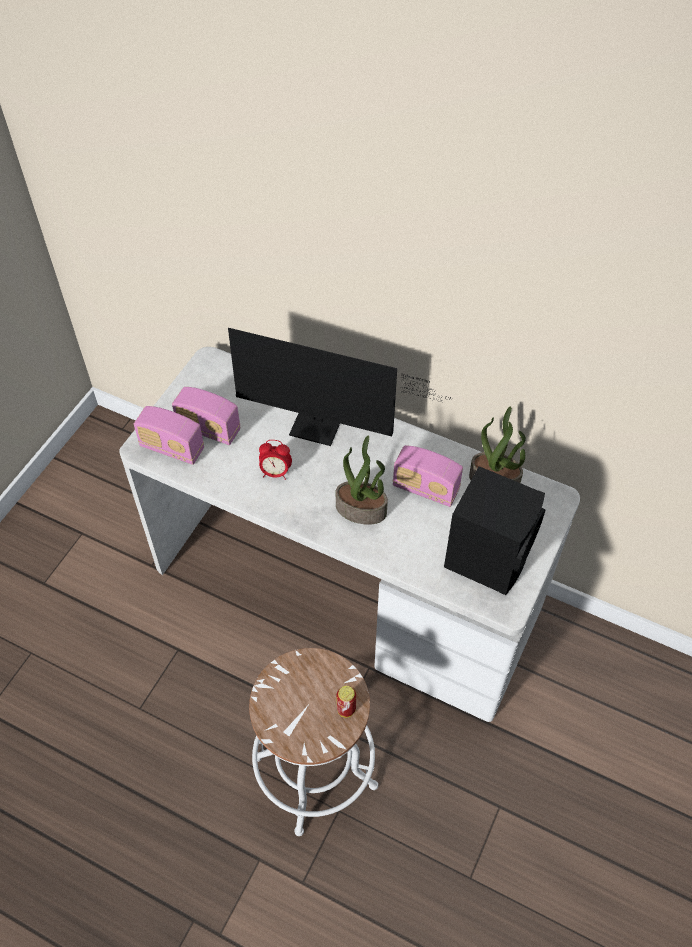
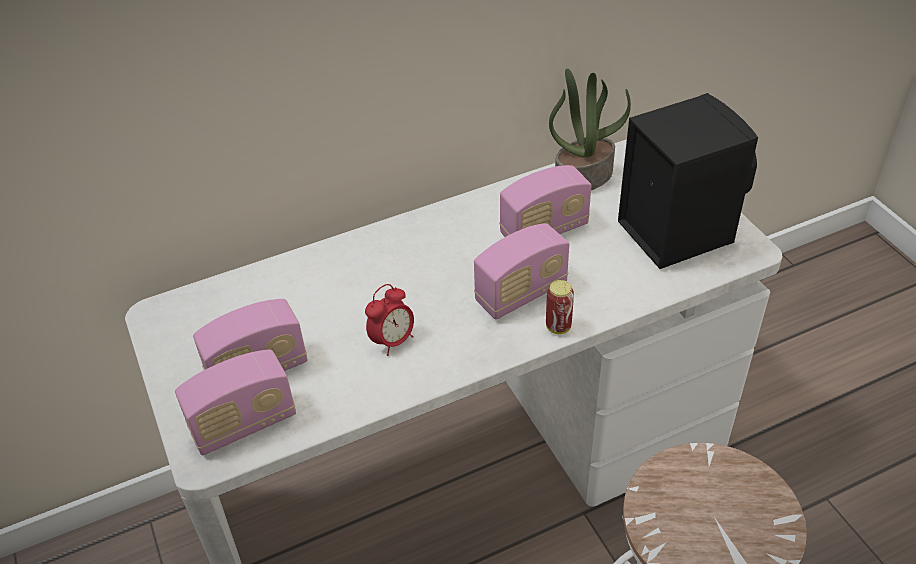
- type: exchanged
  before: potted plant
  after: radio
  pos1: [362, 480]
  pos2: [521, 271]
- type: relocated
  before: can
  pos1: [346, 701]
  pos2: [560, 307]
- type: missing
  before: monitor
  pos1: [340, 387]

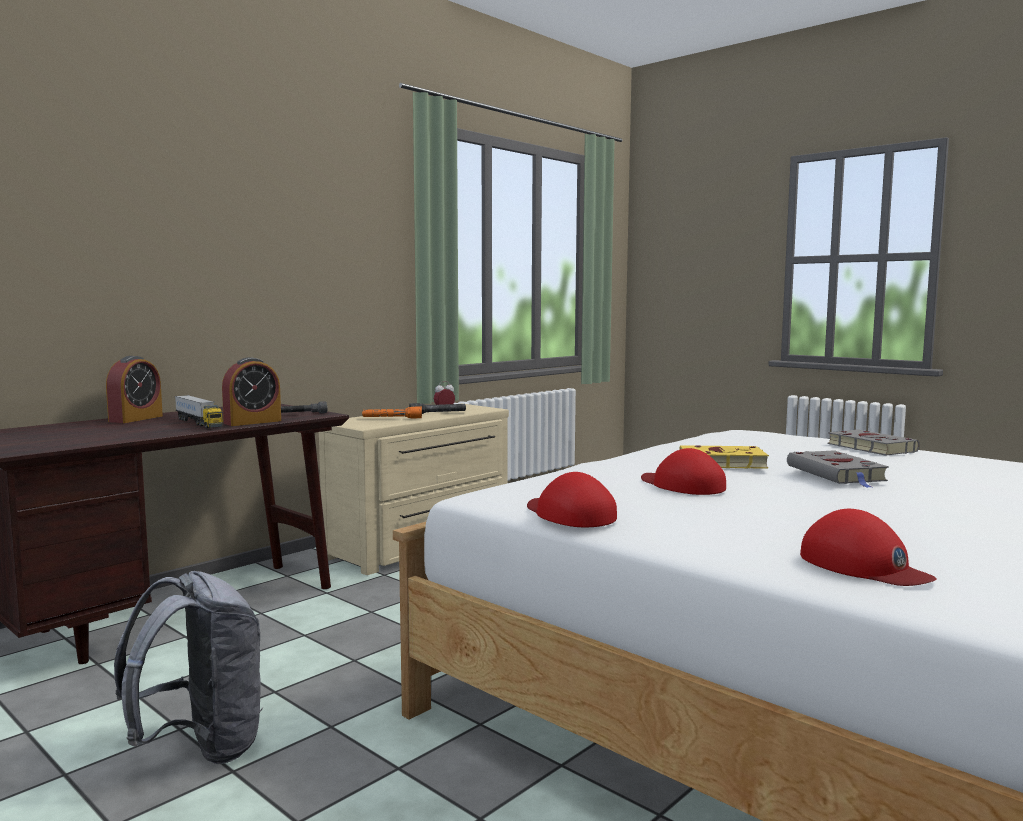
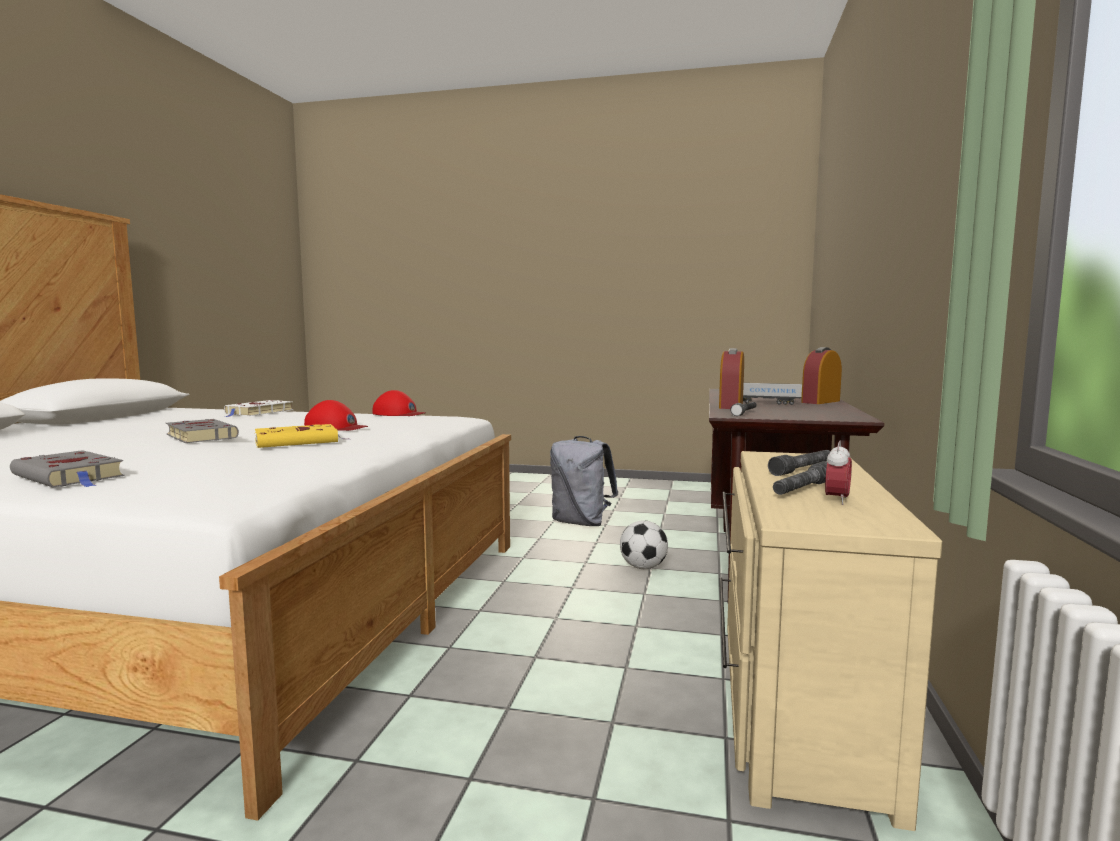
- type: exchanged
  before: red cap
  after: white book
  pos1: [868, 547]
  pos2: [258, 408]
- type: appeared
  after: football
  pos2: [644, 545]
- type: colour
  before: orange flashlight
  after: grey flashlight
  pos1: [392, 412]
  pos2: [799, 463]
- type: spun
  before: alarm clock
  pos1: [134, 389]
  pos2: [821, 375]
  turn: 60

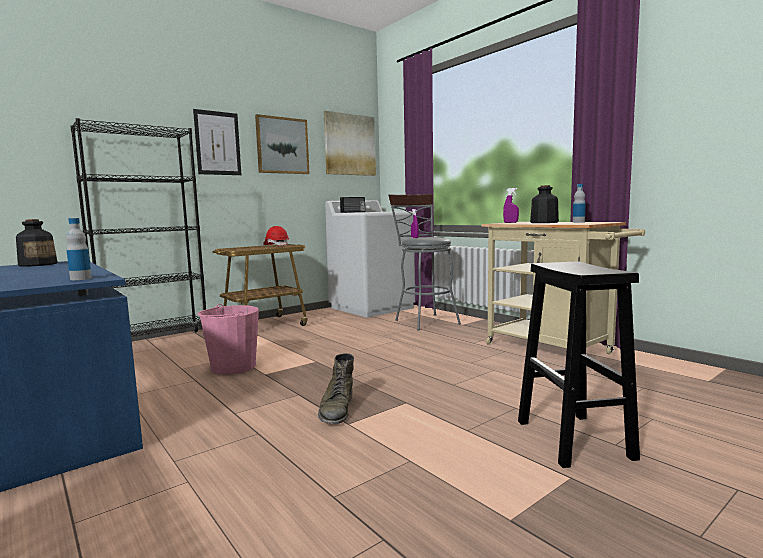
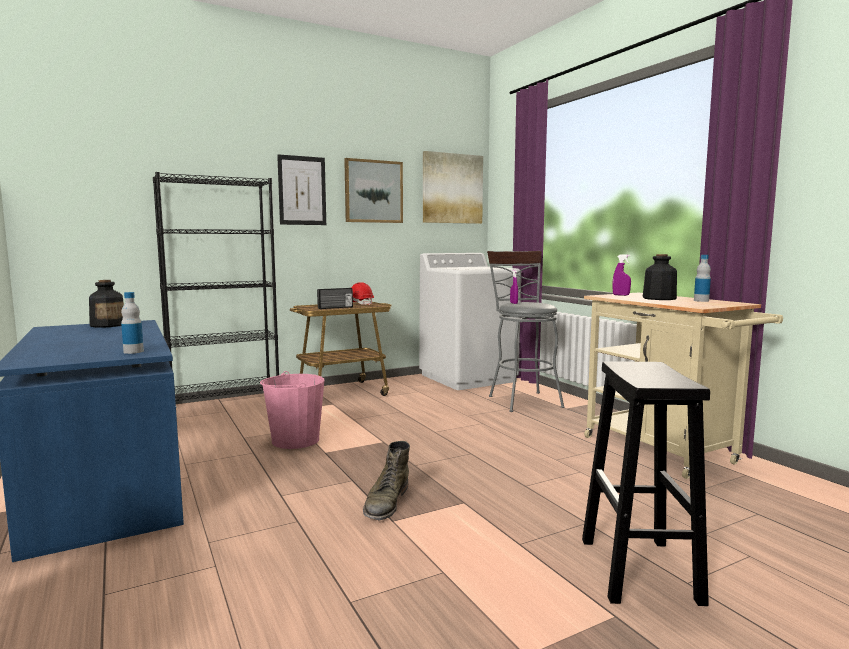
- type: relocated
  before: radio
  pos1: [352, 205]
  pos2: [335, 298]

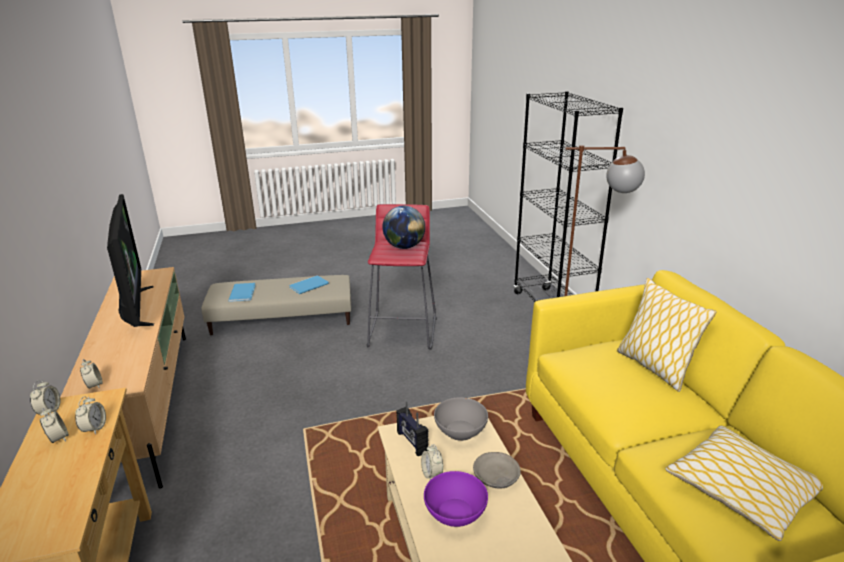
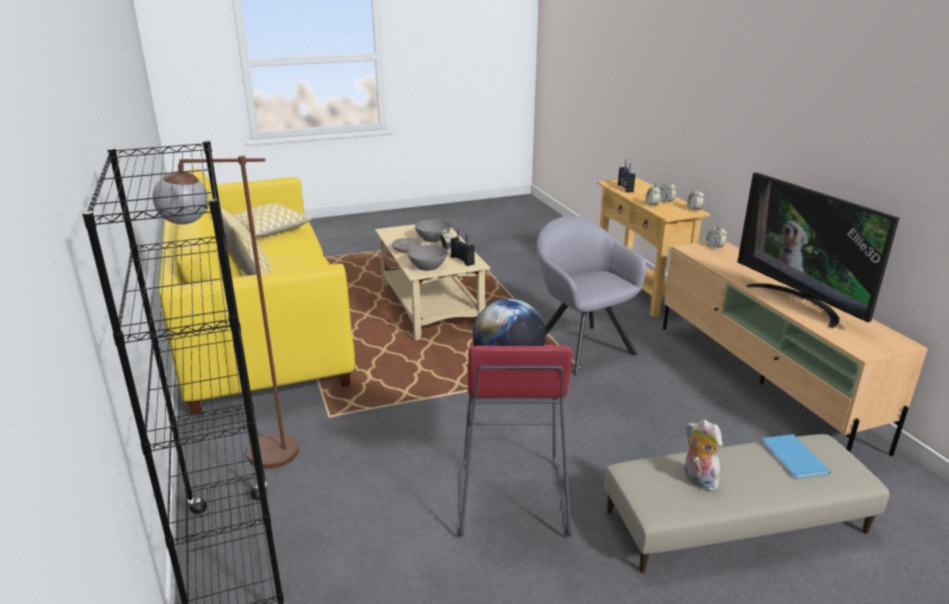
- type: colour
  before: purple bowl
  after: grey bowl
  pos1: [456, 499]
  pos2: [433, 230]
- type: appeared
  after: grey armchair
  pos2: [592, 295]
- type: appeared
  after: radio
  pos2: [626, 176]
- type: exchanged
  before: blue book
  after: plush toy
  pos1: [309, 285]
  pos2: [703, 455]

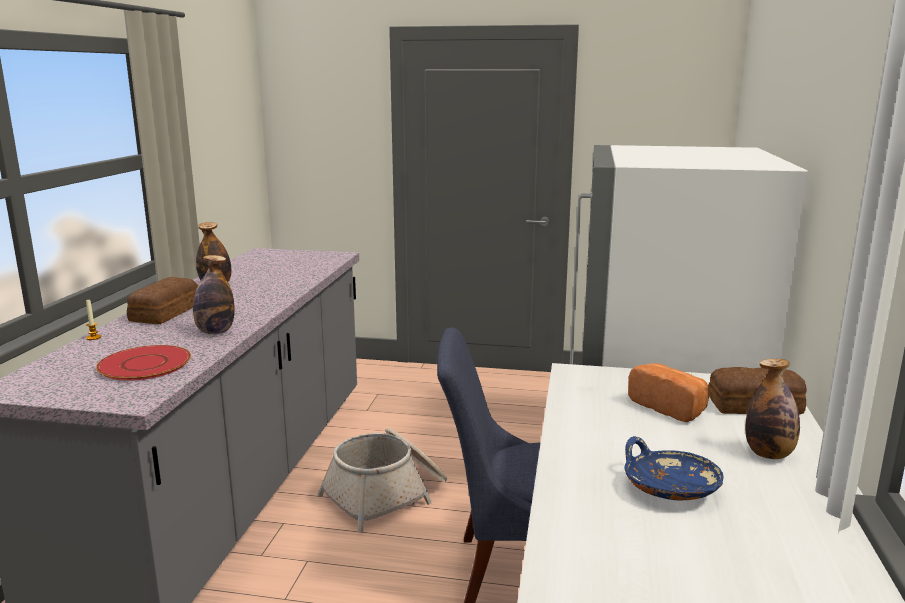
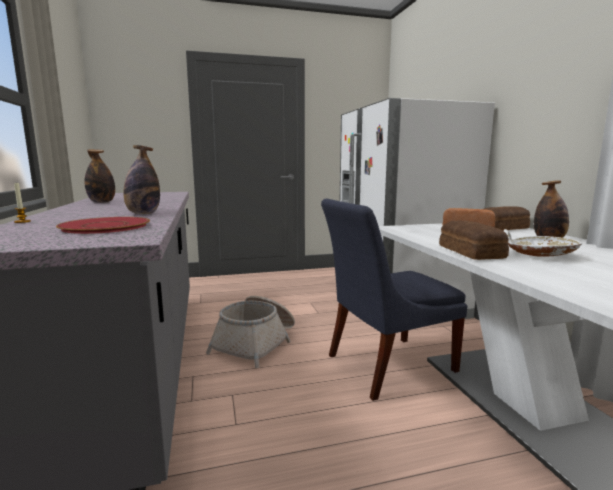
- type: relocated
  before: bread
  pos1: [162, 300]
  pos2: [474, 240]
- type: colour
  before: blue bowl
  after: white bowl
  pos1: [674, 468]
  pos2: [542, 243]

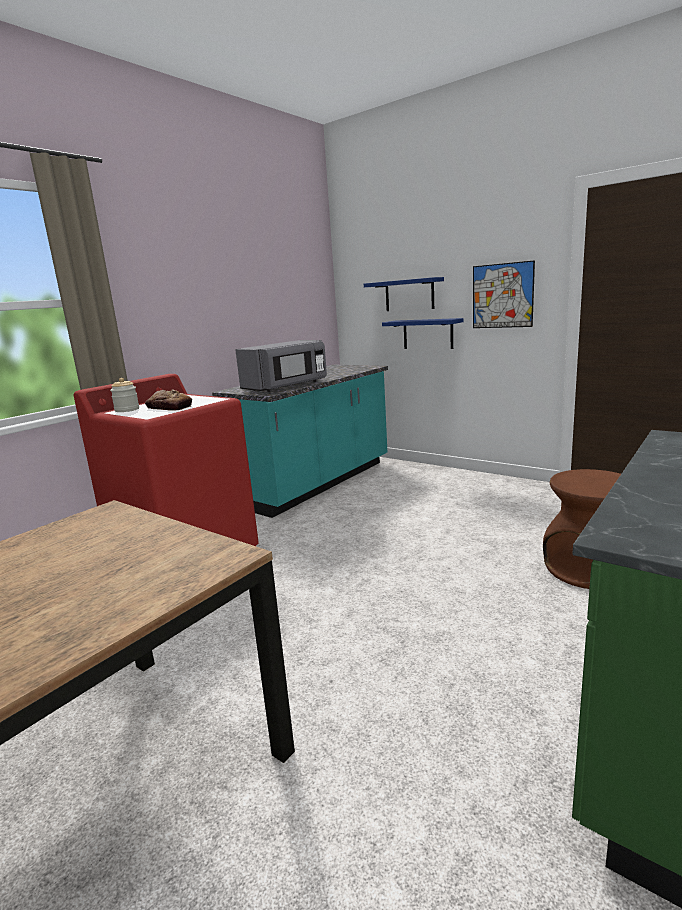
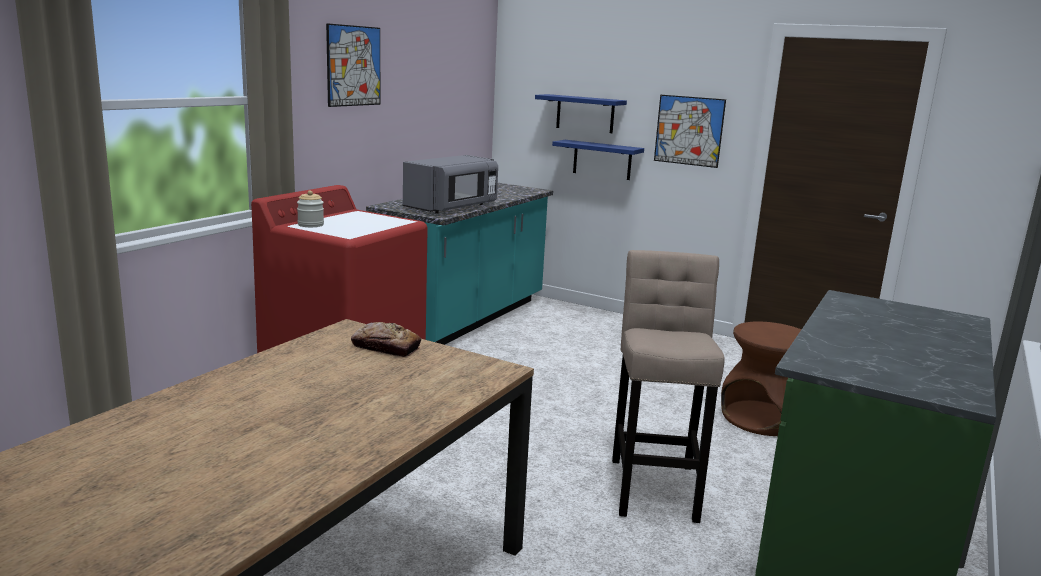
- type: appeared
  after: picture
  pos2: [353, 65]
- type: relocated
  before: bread
  pos1: [168, 400]
  pos2: [386, 339]
- type: appeared
  after: beige stool
  pos2: [668, 386]

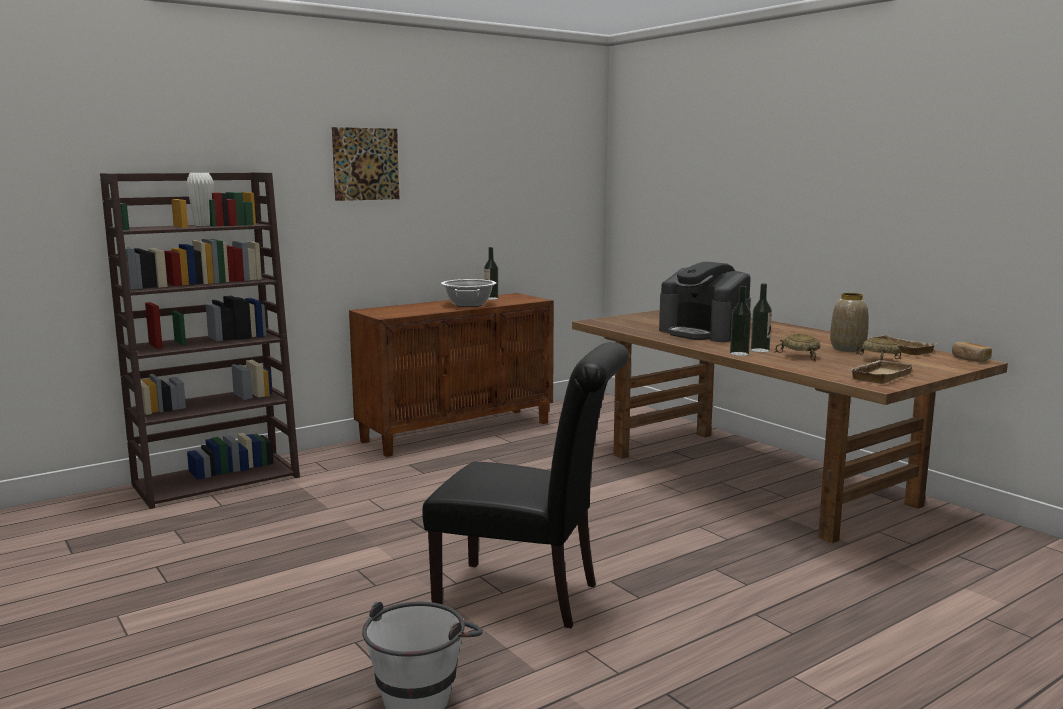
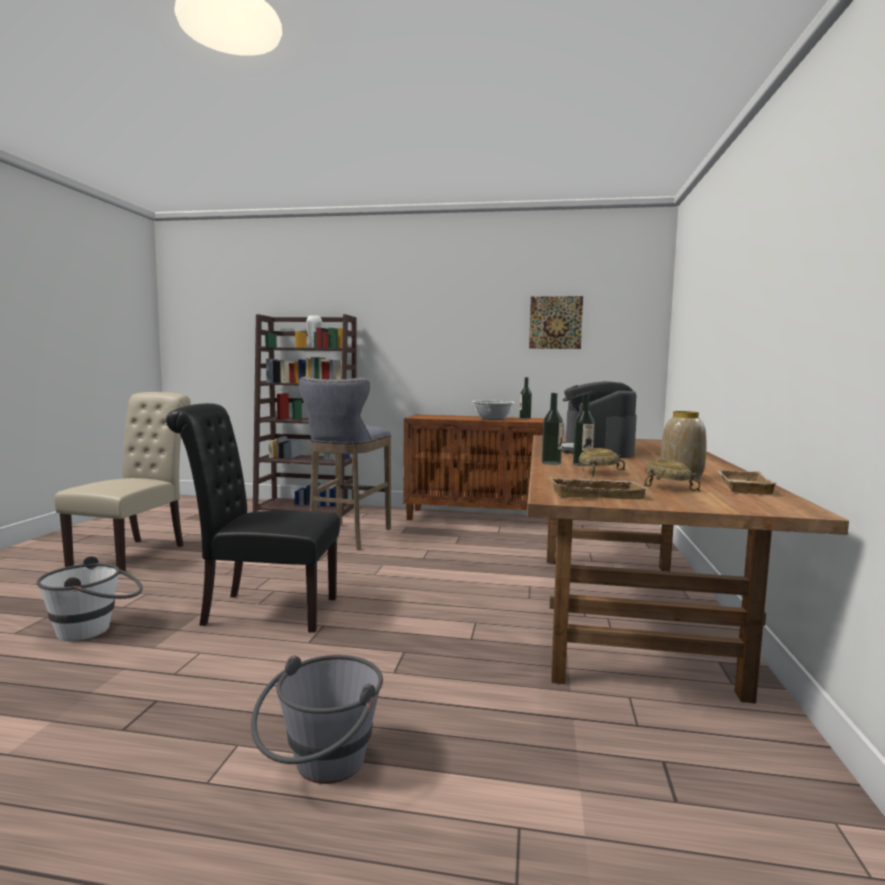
- type: appeared
  after: beige chair
  pos2: [122, 483]
- type: spun
  before: black chair
  pos1: [525, 485]
  pos2: [253, 518]
  turn: 120
- type: appeared
  after: grey bucket
  pos2: [317, 719]
- type: appeared
  after: grey stool
  pos2: [345, 463]
- type: relocated
  before: picture
  pos1: [365, 164]
  pos2: [556, 322]
- type: missing
  before: bread
  pos1: [972, 352]

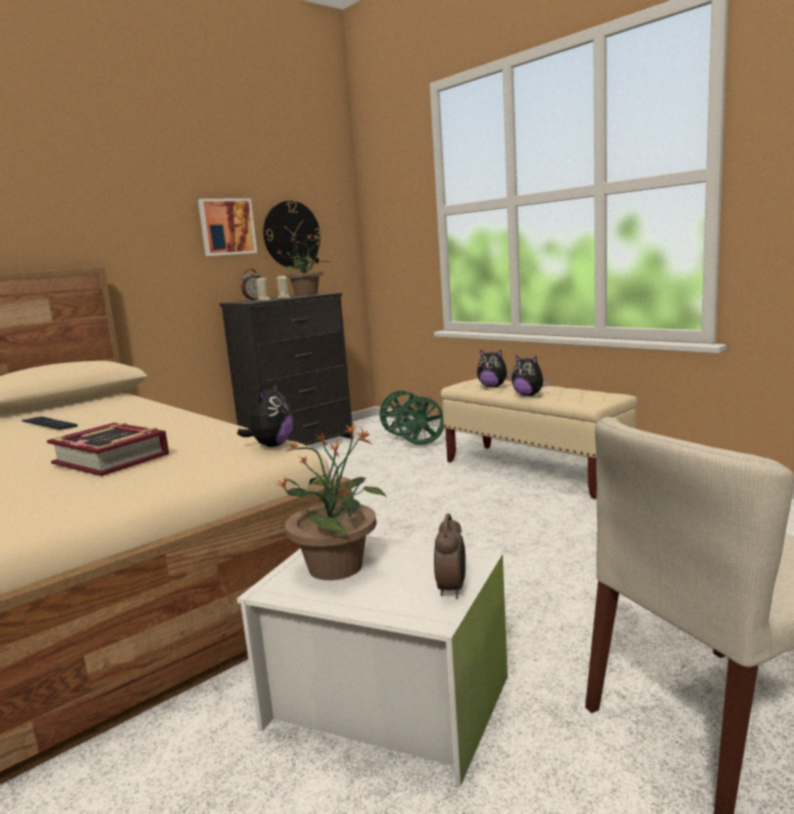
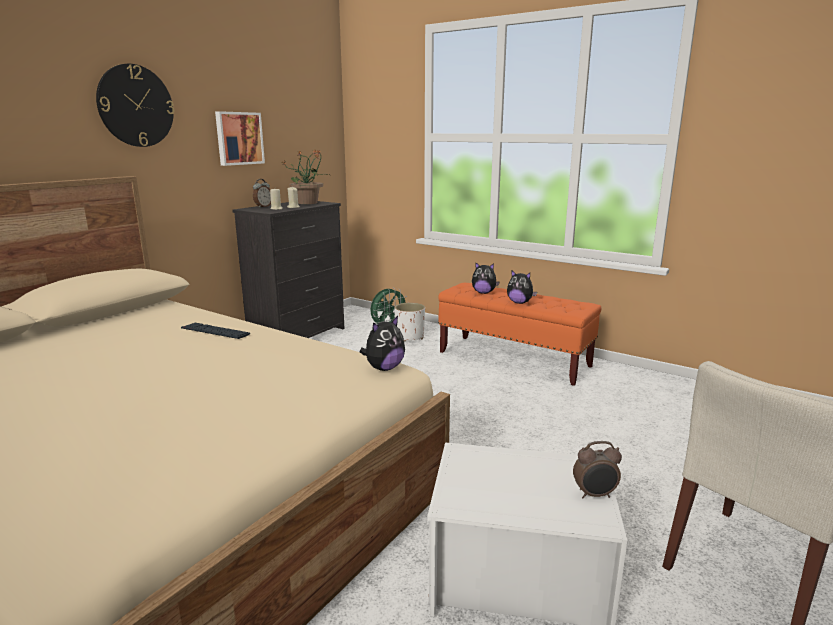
- type: relocated
  before: wall clock
  pos1: [292, 234]
  pos2: [135, 105]
- type: relocated
  before: keyboard
  pos1: [50, 423]
  pos2: [215, 331]
- type: spun
  before: plush toy
  pos1: [265, 414]
  pos2: [382, 343]
  turn: 45
- type: exchanged
  before: green fan
  after: white planter
  pos1: [419, 419]
  pos2: [409, 322]
- type: colour
  before: beige bench
  after: orange bench
  pos1: [539, 438]
  pos2: [519, 334]
- type: spun
  before: alarm clock
  pos1: [450, 556]
  pos2: [597, 470]
  turn: 90
- type: missing
  before: book
  pos1: [108, 449]
- type: missing
  before: potted plant
  pos1: [331, 501]

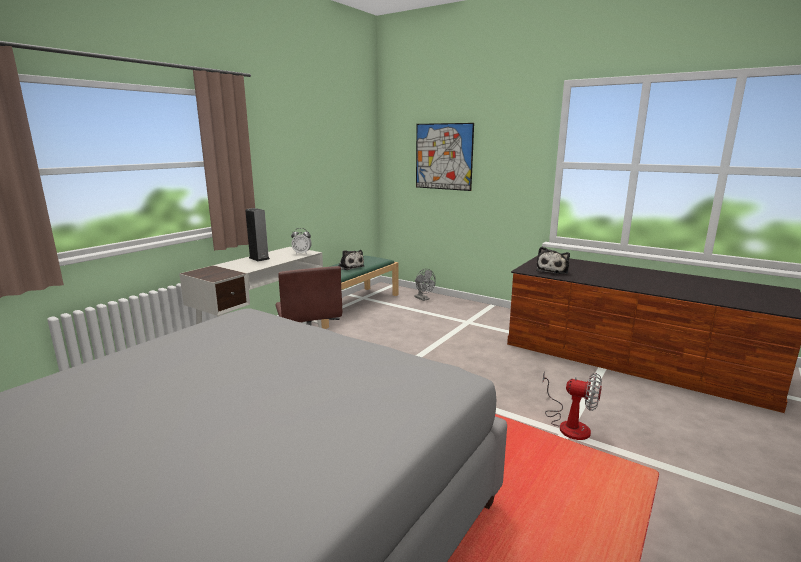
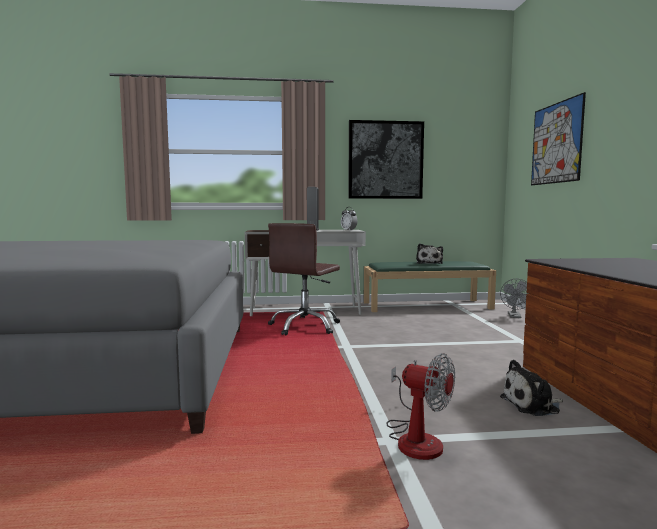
- type: appeared
  after: picture
  pos2: [386, 159]
- type: spun
  before: fan
  pos1: [572, 405]
  pos2: [421, 406]
  turn: -45
- type: relocated
  before: plush toy
  pos1: [553, 260]
  pos2: [531, 388]

